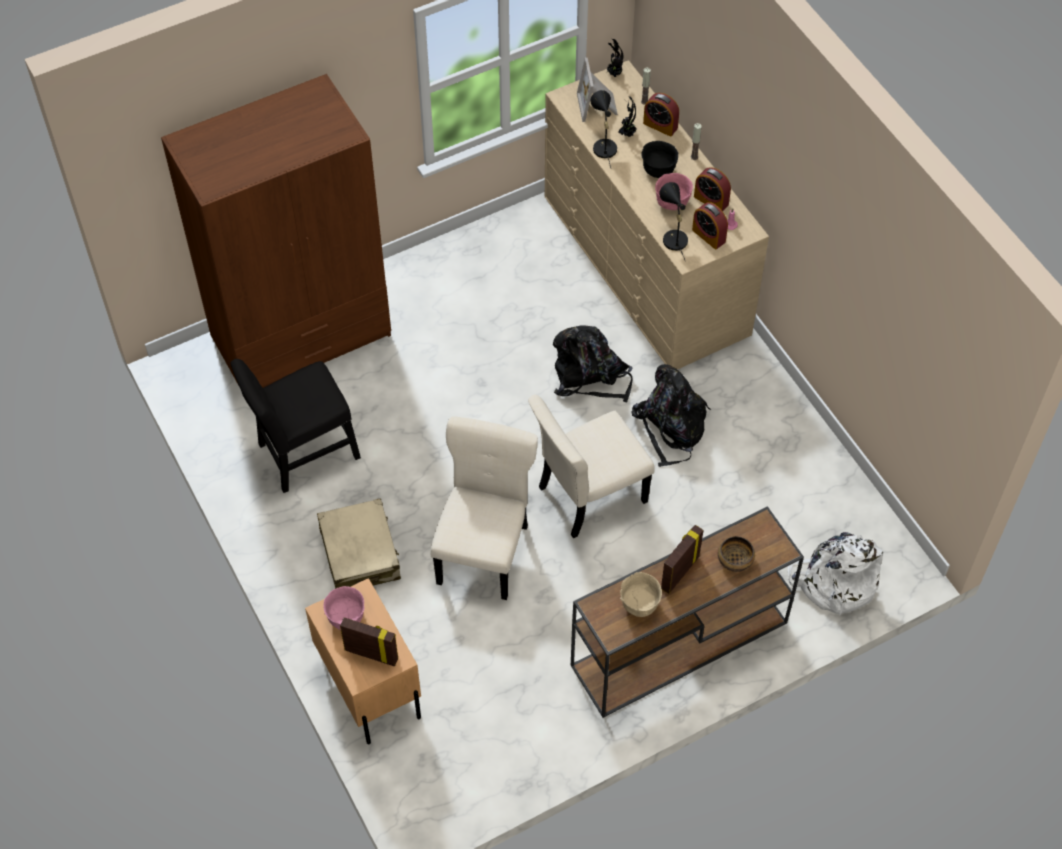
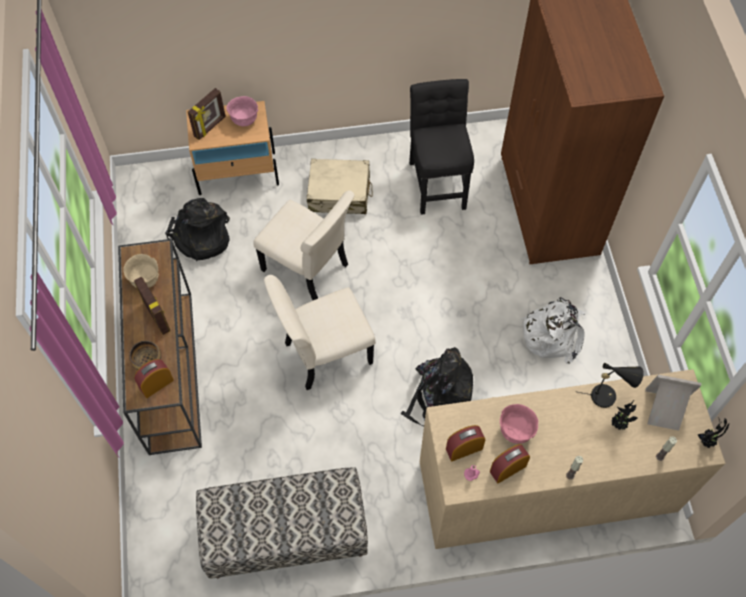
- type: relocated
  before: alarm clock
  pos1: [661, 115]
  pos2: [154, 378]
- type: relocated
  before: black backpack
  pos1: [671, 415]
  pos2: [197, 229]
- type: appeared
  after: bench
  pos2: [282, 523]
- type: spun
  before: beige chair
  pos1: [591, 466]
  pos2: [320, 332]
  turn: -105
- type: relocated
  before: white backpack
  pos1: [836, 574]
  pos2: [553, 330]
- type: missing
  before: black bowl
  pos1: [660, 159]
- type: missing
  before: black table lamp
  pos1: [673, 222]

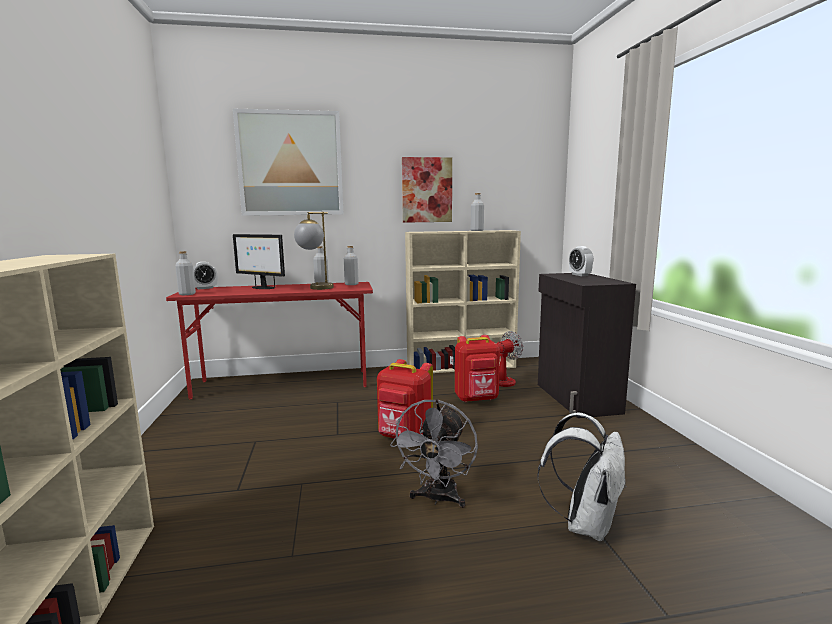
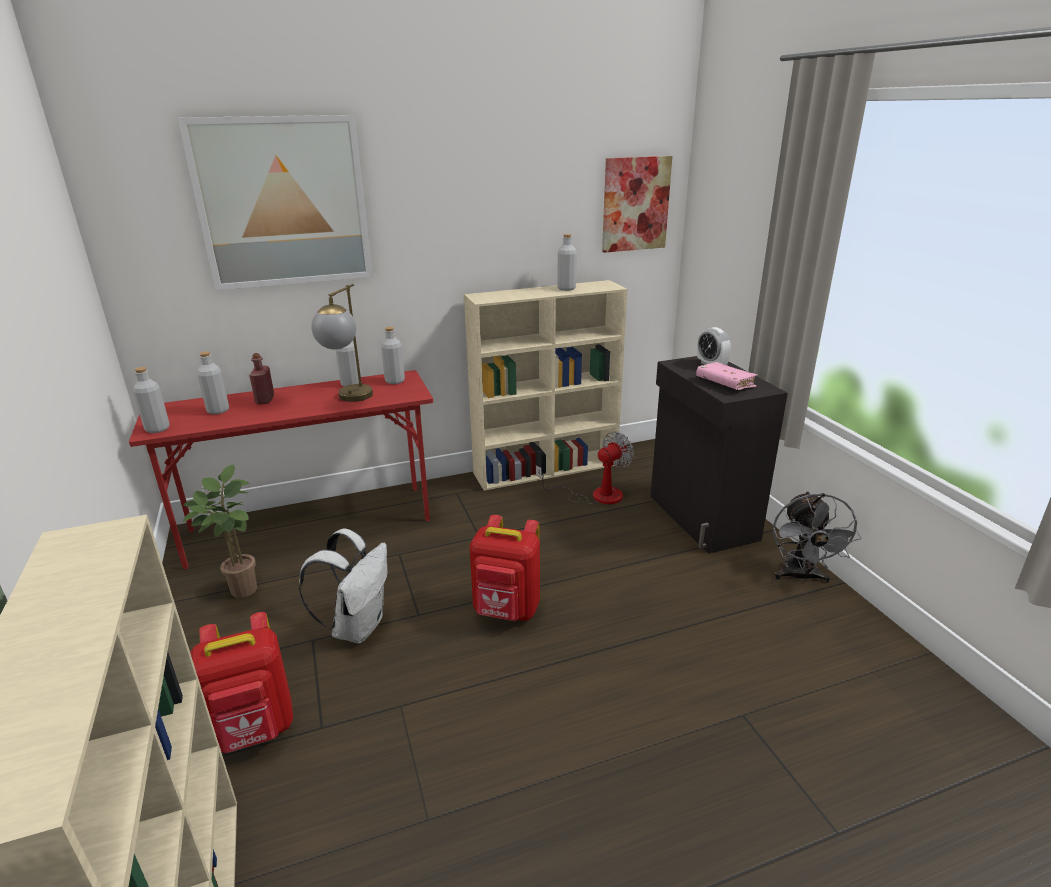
- type: appeared
  after: potted plant
  pos2: [220, 531]
- type: relocated
  before: red backpack
  pos1: [477, 368]
  pos2: [241, 682]
- type: appeared
  after: grey bottle
  pos2: [213, 382]
- type: exchanged
  before: monitor
  after: red bottle
  pos1: [259, 261]
  pos2: [262, 378]
- type: relocated
  before: white backpack
  pos1: [581, 477]
  pos2: [343, 585]
- type: relocated
  before: picture
  pos1: [427, 190]
  pos2: [637, 204]
- type: appeared
  after: pink book
  pos2: [727, 376]
- type: relocated
  before: grey fan
  pos1: [434, 453]
  pos2: [817, 537]
- type: missing
  before: alarm clock
  pos1: [205, 276]

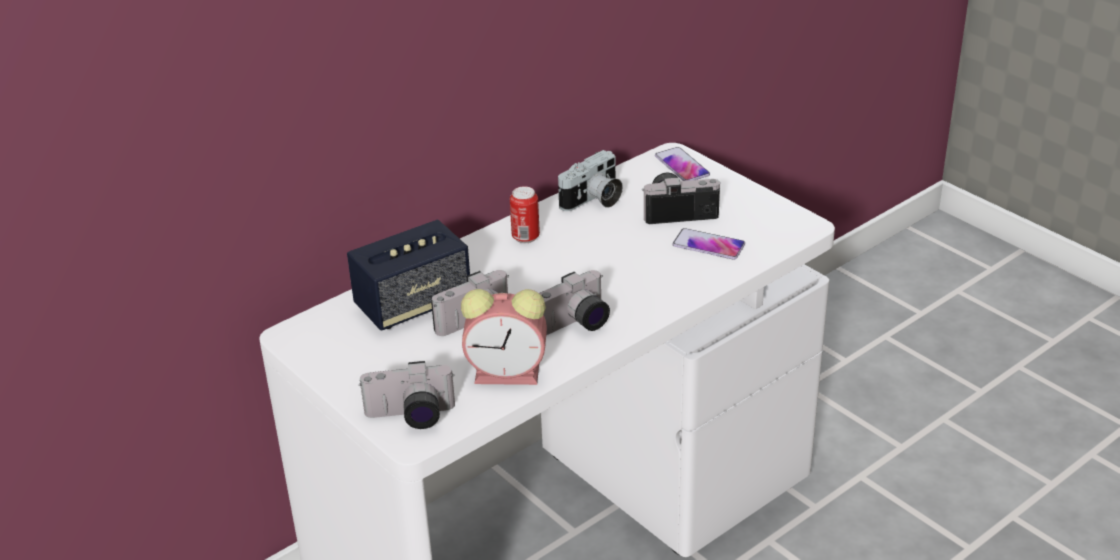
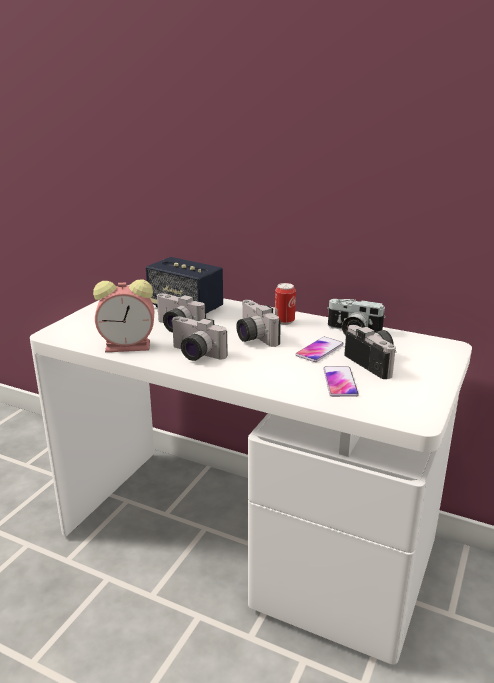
- type: spun
  before: alarm clock
  pos1: [504, 337]
  pos2: [123, 315]
  turn: -75
- type: relocated
  before: photo camera
  pos1: [407, 395]
  pos2: [258, 323]
- type: relocated
  before: phone
  pos1: [682, 164]
  pos2: [319, 349]

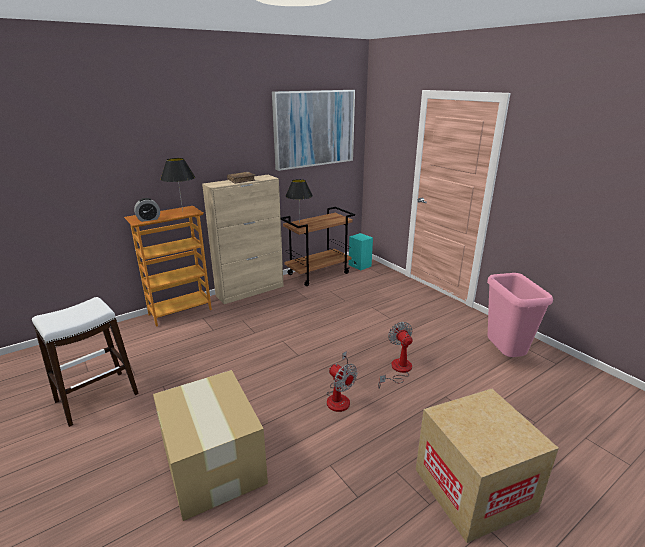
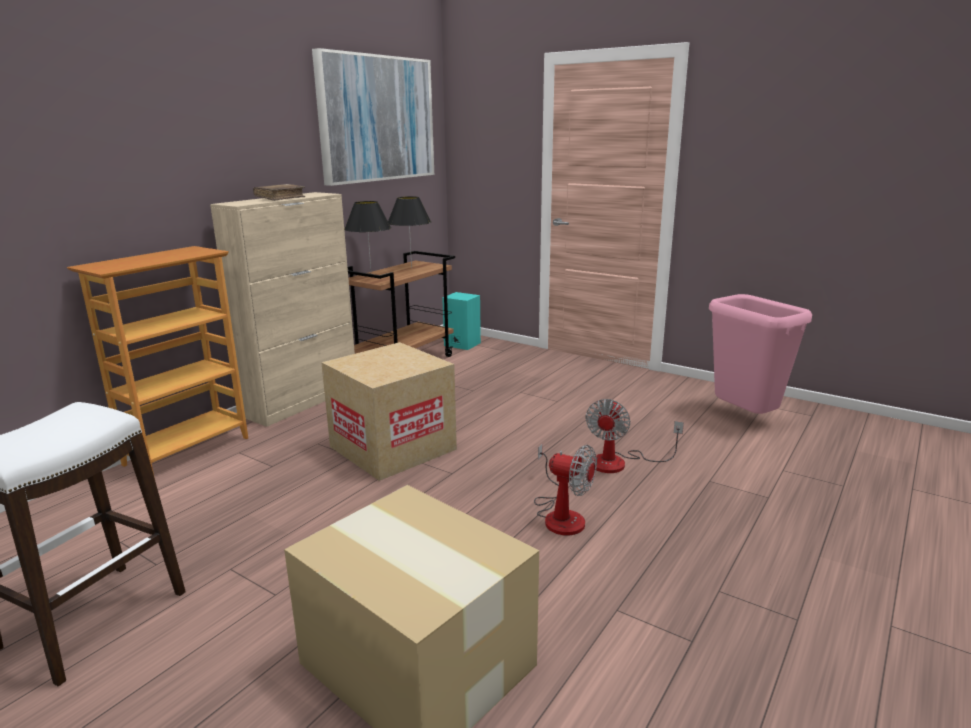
- type: relocated
  before: cardboard box
  pos1: [487, 466]
  pos2: [389, 411]
- type: relocated
  before: black table lamp
  pos1: [177, 184]
  pos2: [409, 232]
- type: spun
  before: fan
  pos1: [395, 355]
  pos2: [634, 436]
  turn: -120
- type: missing
  before: alarm clock
  pos1: [147, 210]

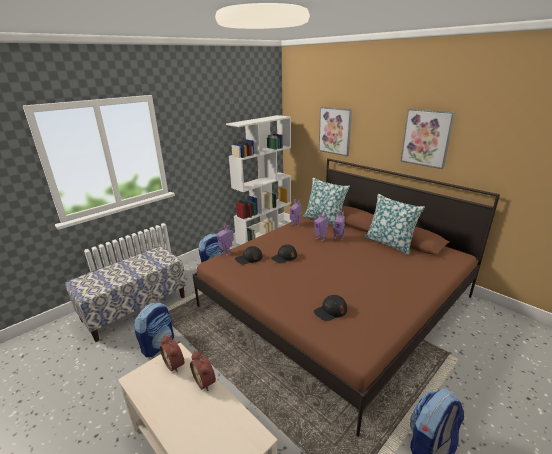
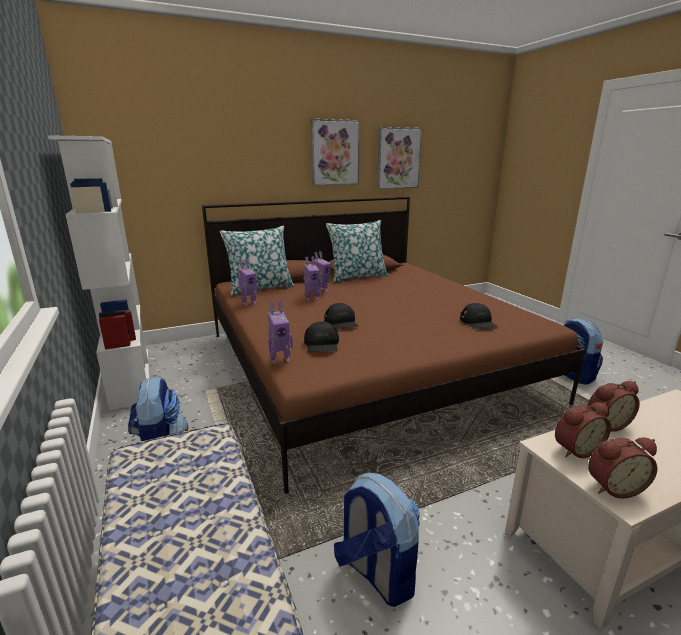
- type: relocated
  before: picture
  pos1: [335, 131]
  pos2: [399, 158]
- type: appeared
  after: alarm clock
  pos2: [622, 468]

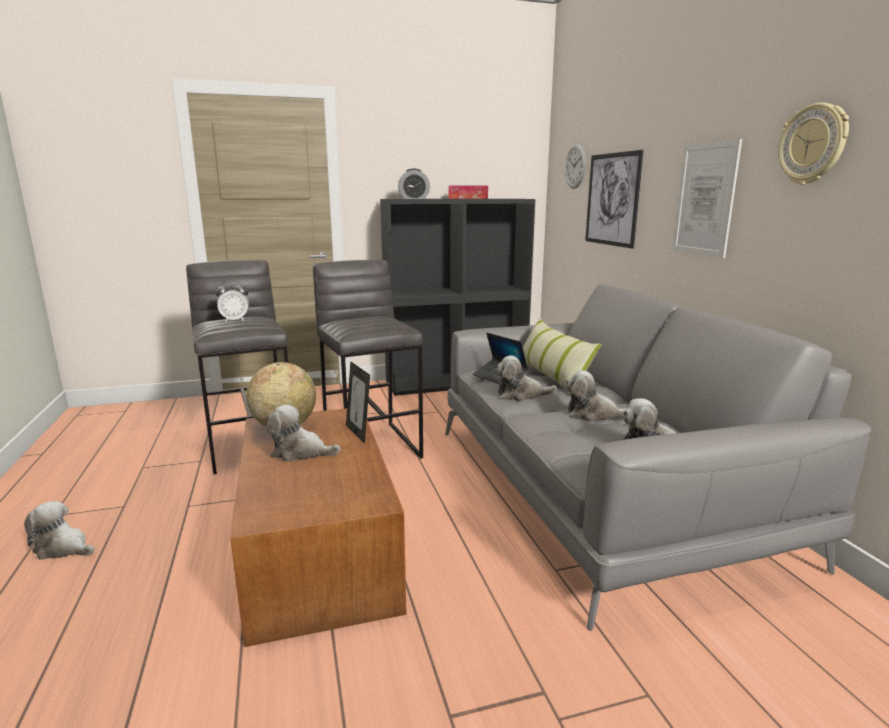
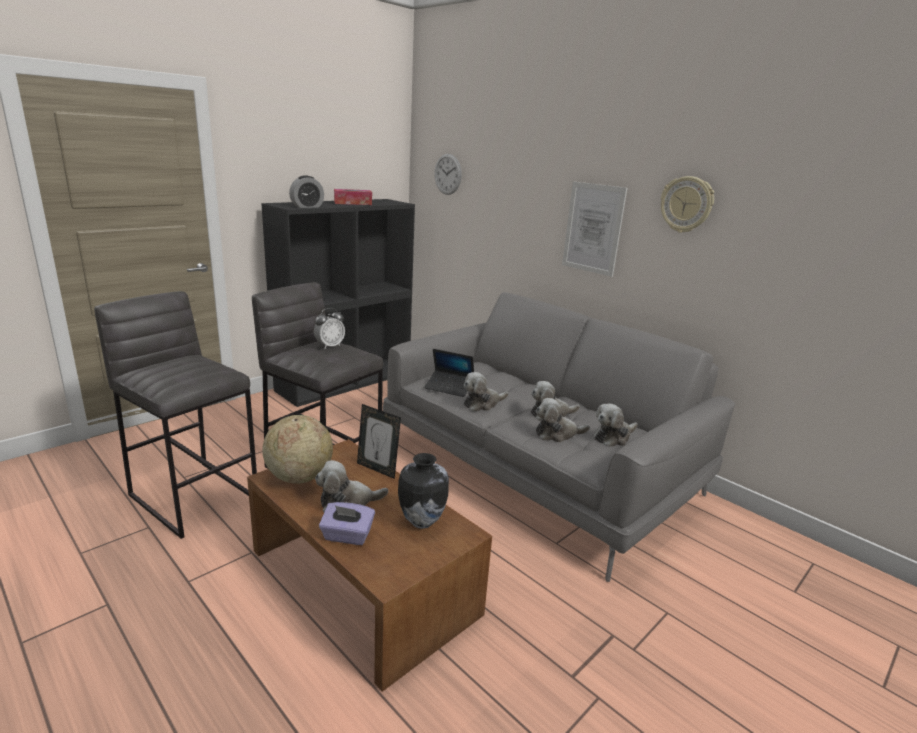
- type: relocated
  before: alarm clock
  pos1: [232, 301]
  pos2: [329, 328]
- type: appeared
  after: purple tissue box
  pos2: [347, 523]
- type: appeared
  after: vase
  pos2: [423, 491]
- type: relocated
  before: plush toy
  pos1: [59, 530]
  pos2: [563, 420]
- type: missing
  before: pillow
  pos1: [562, 356]
- type: missing
  before: picture
  pos1: [614, 199]

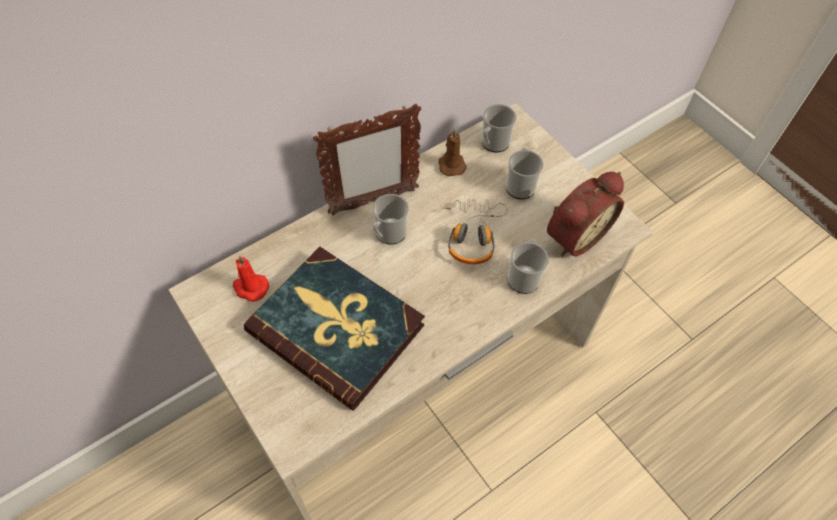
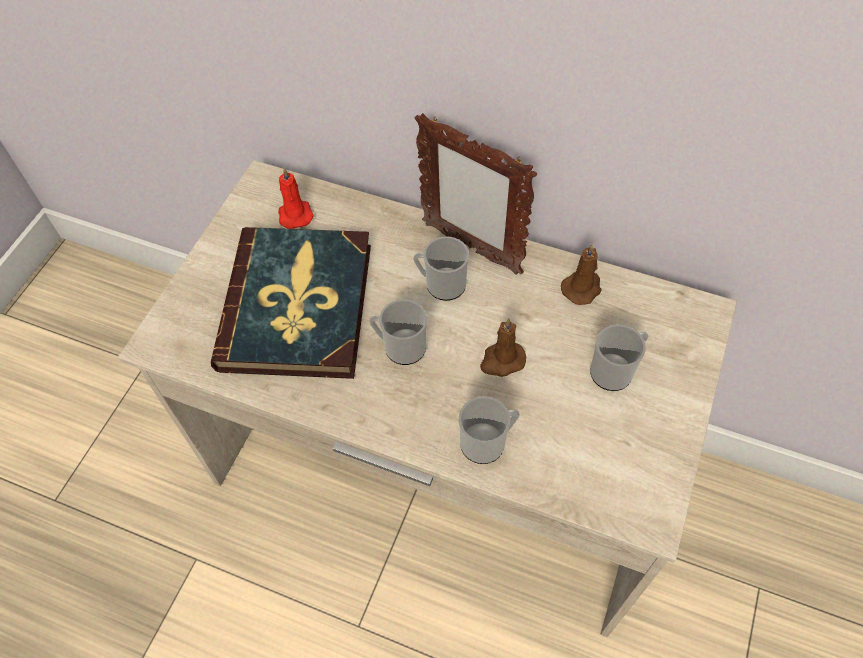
- type: relocated
  before: mug
  pos1: [499, 128]
  pos2: [398, 332]
- type: exchanged
  before: headphones
  after: brown candle
  pos1: [476, 231]
  pos2: [503, 347]
- type: missing
  before: alarm clock
  pos1: [585, 214]

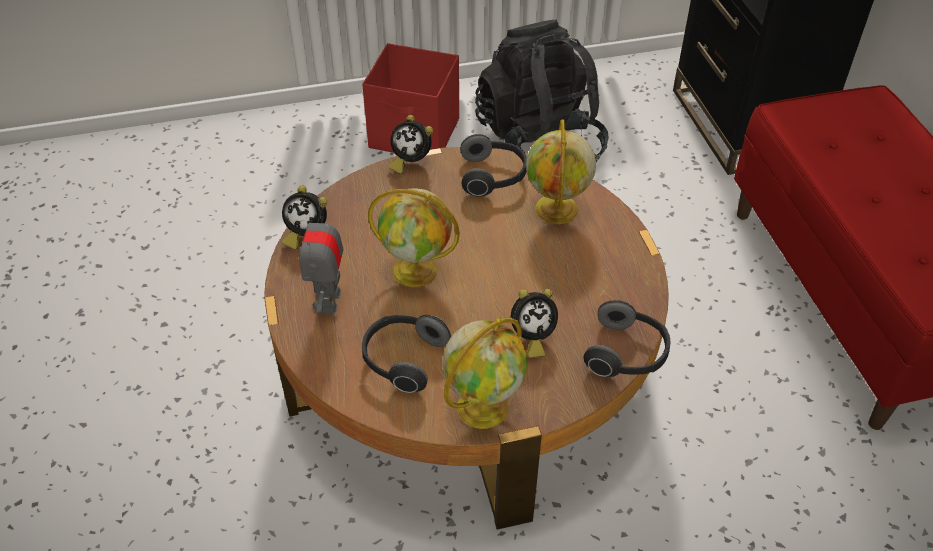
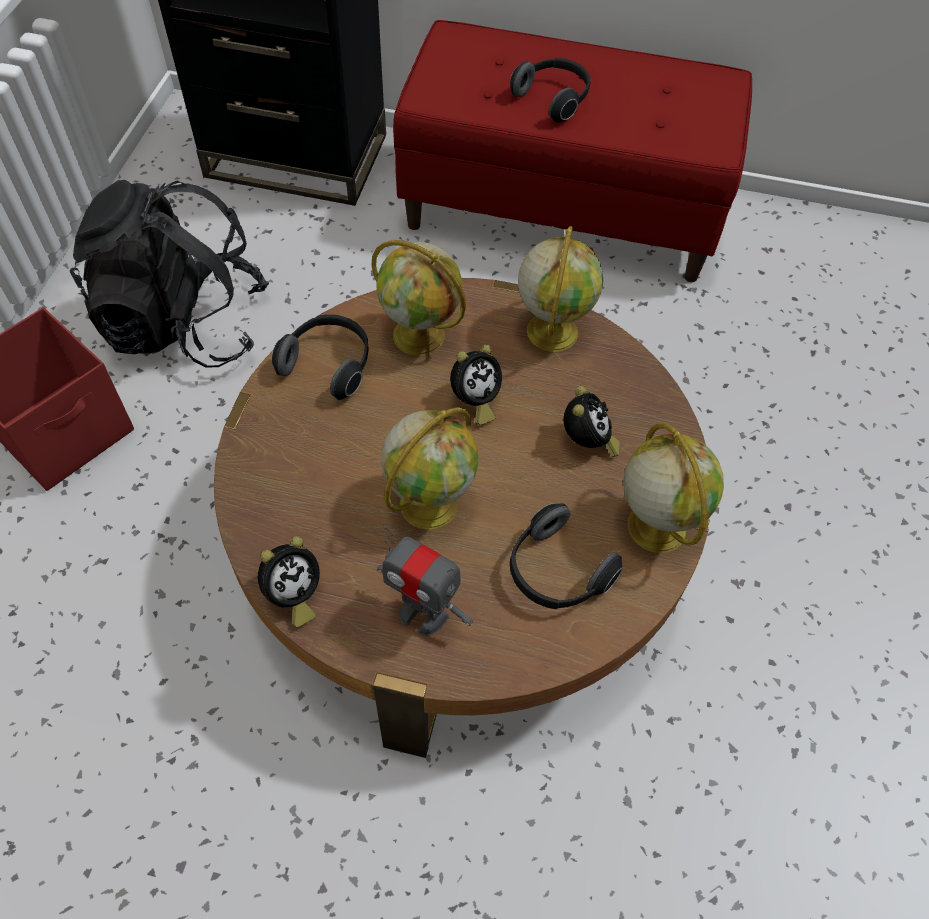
- type: relocated
  before: alarm clock
  pos1: [410, 144]
  pos2: [476, 385]
- type: relocated
  before: headphones
  pos1: [627, 338]
  pos2: [550, 90]
- type: appeared
  after: globe
  pos2: [560, 289]

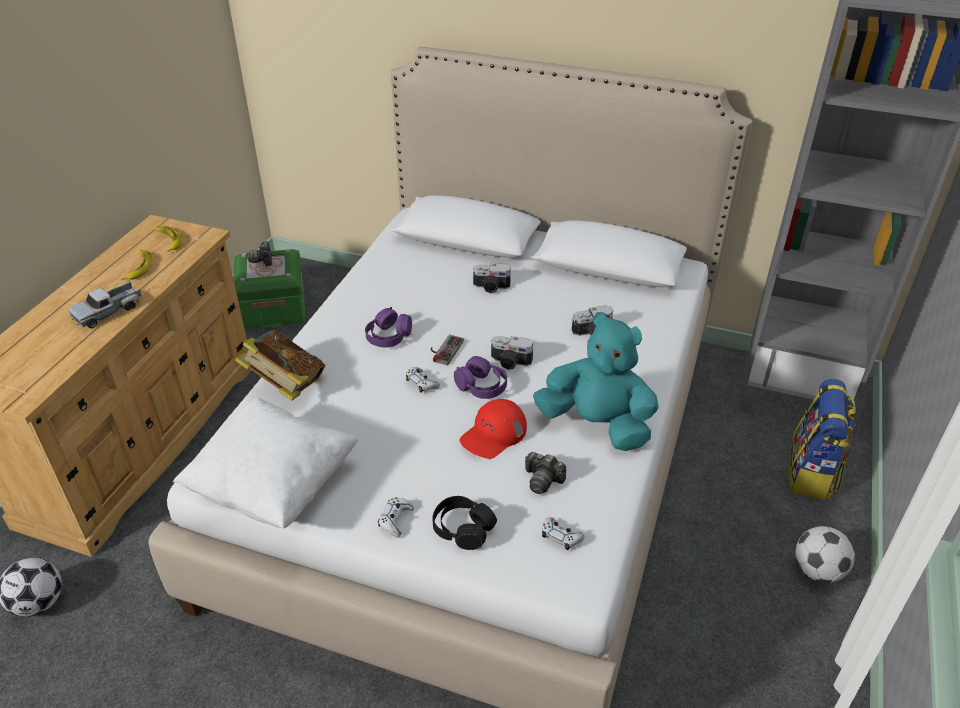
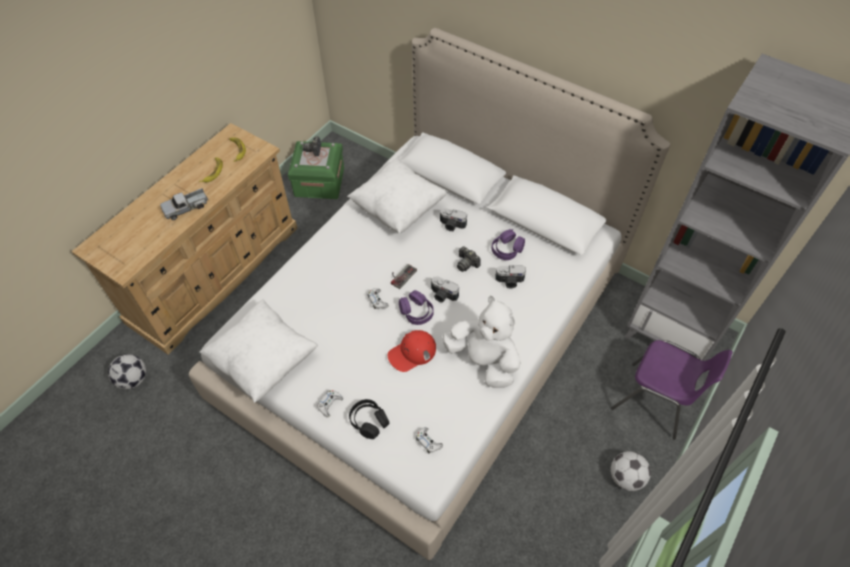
- type: appeared
  after: white pillow
  pos2: [397, 195]
- type: colour
  before: turquoise plush toy
  after: white plush toy
  pos1: [596, 381]
  pos2: [481, 342]
- type: relocated
  before: photo camera
  pos1: [545, 473]
  pos2: [469, 259]
- type: relocated
  before: purple headphones
  pos1: [388, 327]
  pos2: [508, 244]
- type: exchanged
  before: backpack
  after: purple chair
  pos1: [822, 439]
  pos2: [672, 390]
- type: missing
  before: book
  pos1: [280, 365]

